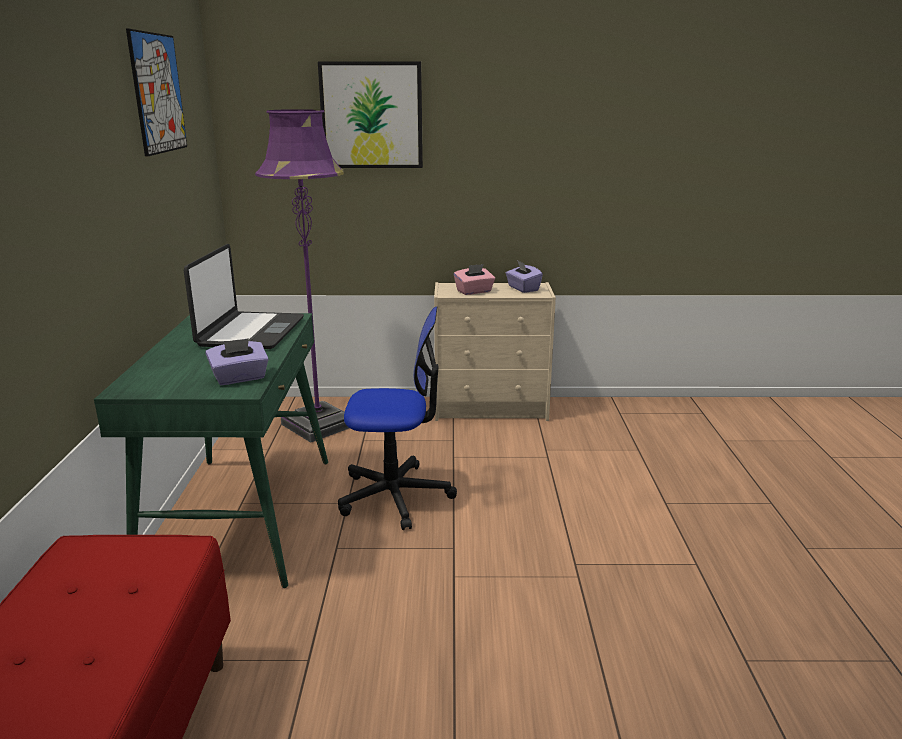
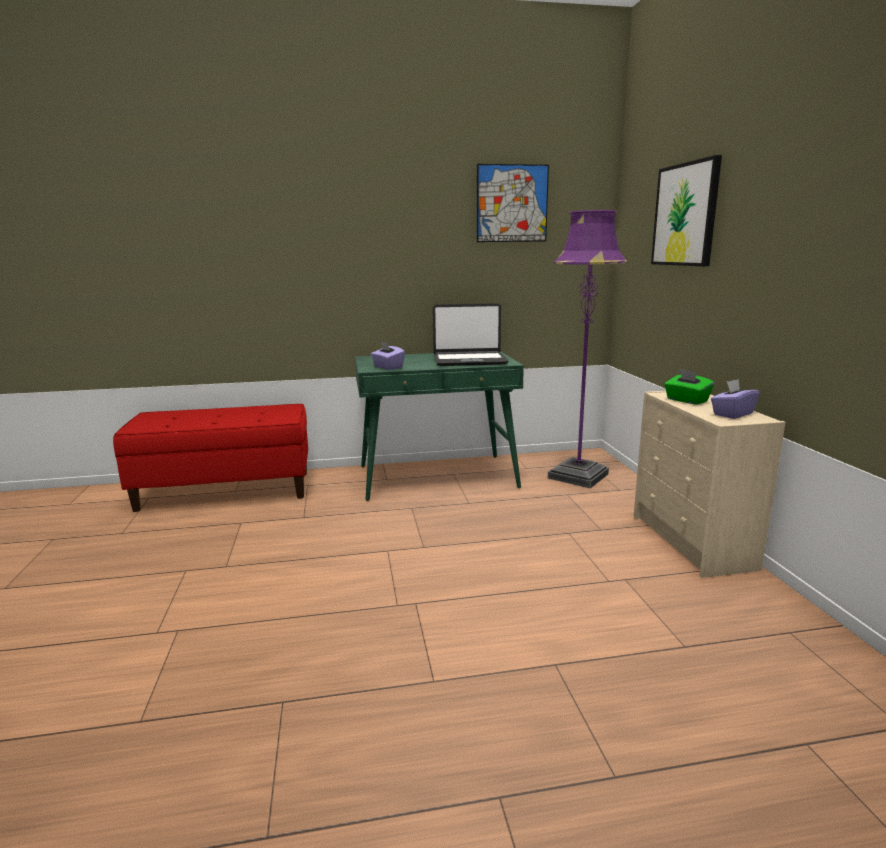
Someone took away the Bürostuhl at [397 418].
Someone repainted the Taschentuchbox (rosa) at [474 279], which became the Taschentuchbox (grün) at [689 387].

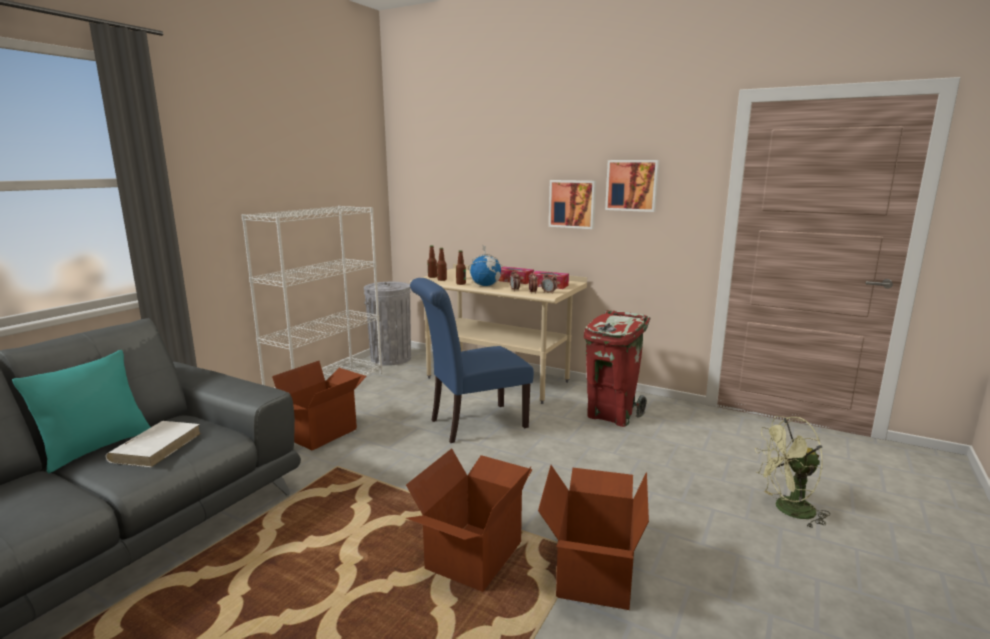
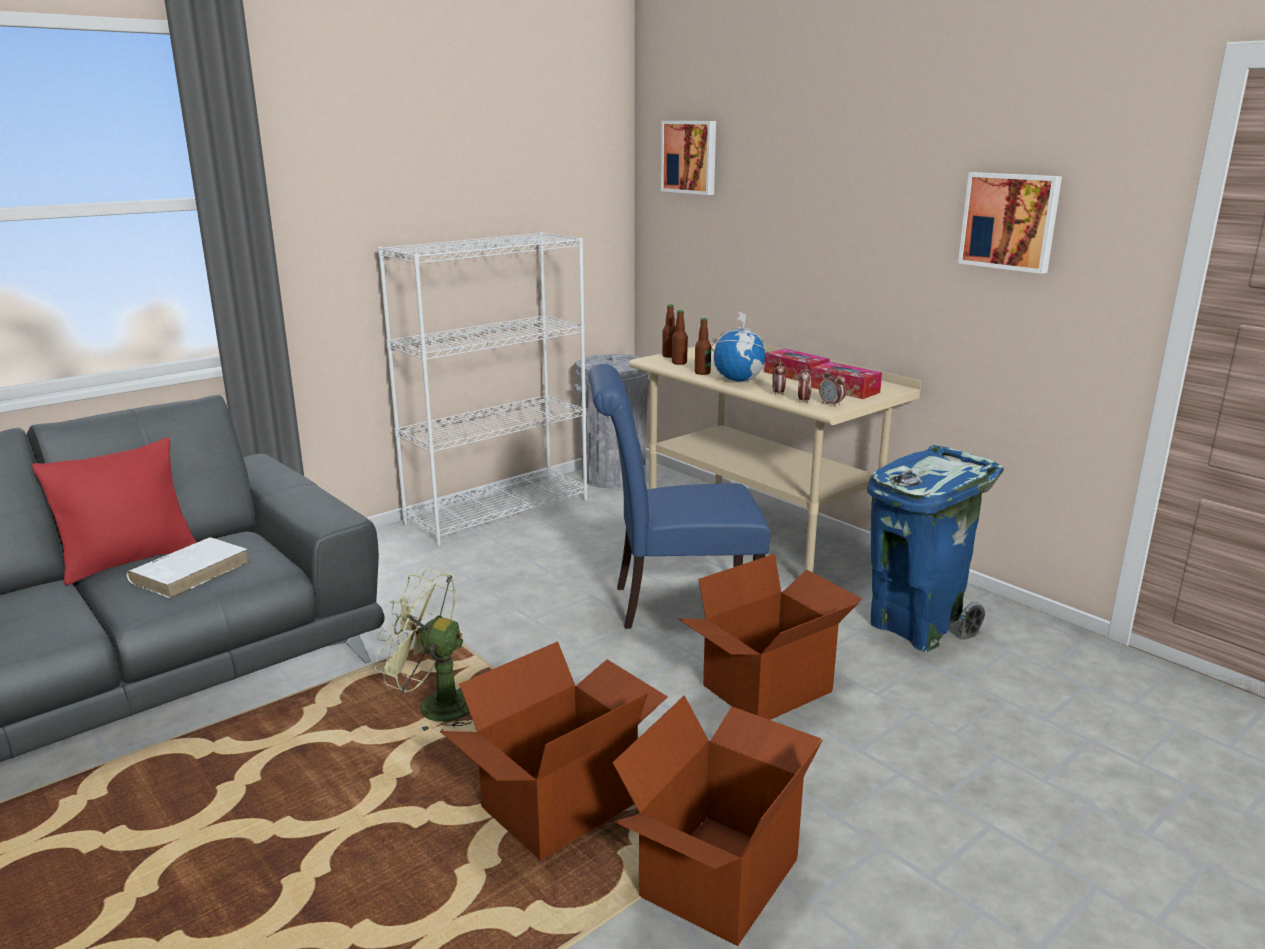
Someone repainted the Kissen (türkis) at [81 411], which became the Kissen (rot) at [114 511].
Someone carried the Karton from [319 406] to [770 637].
Someone carried the Bild from [572 204] to [688 158].
Someone repainted the Mülleimer (rot) at [617 369], which became the Mülleimer (blau) at [935 548].
Someone carried the Ventilator (grün) from [792 472] to [423 650].

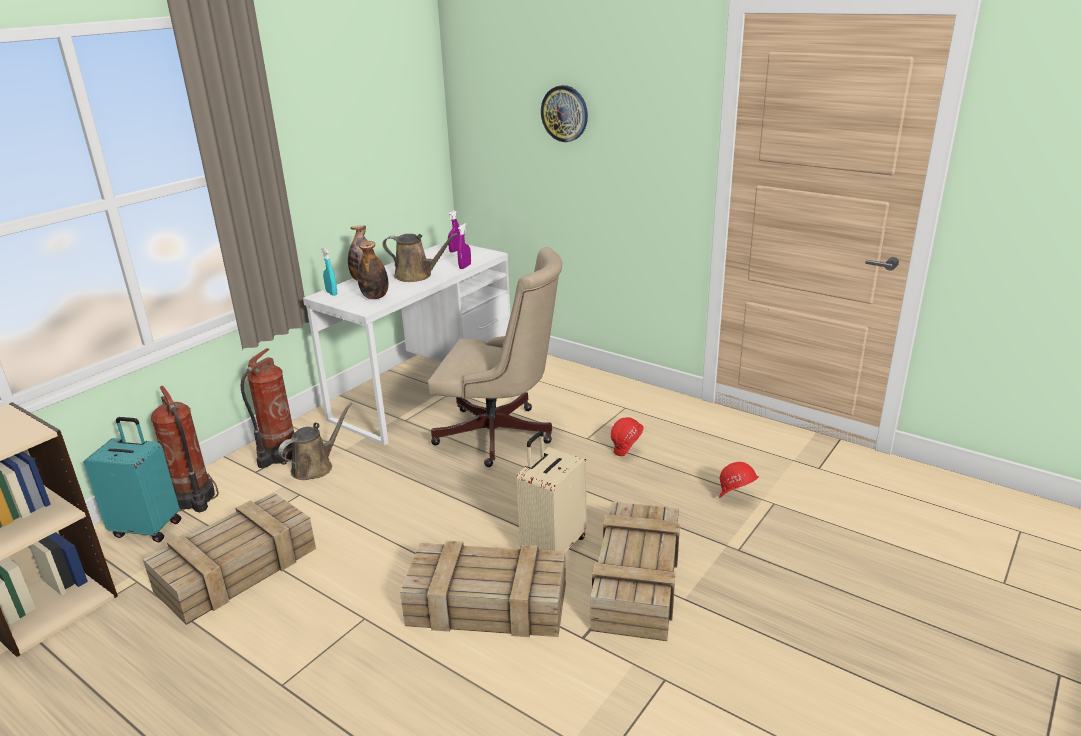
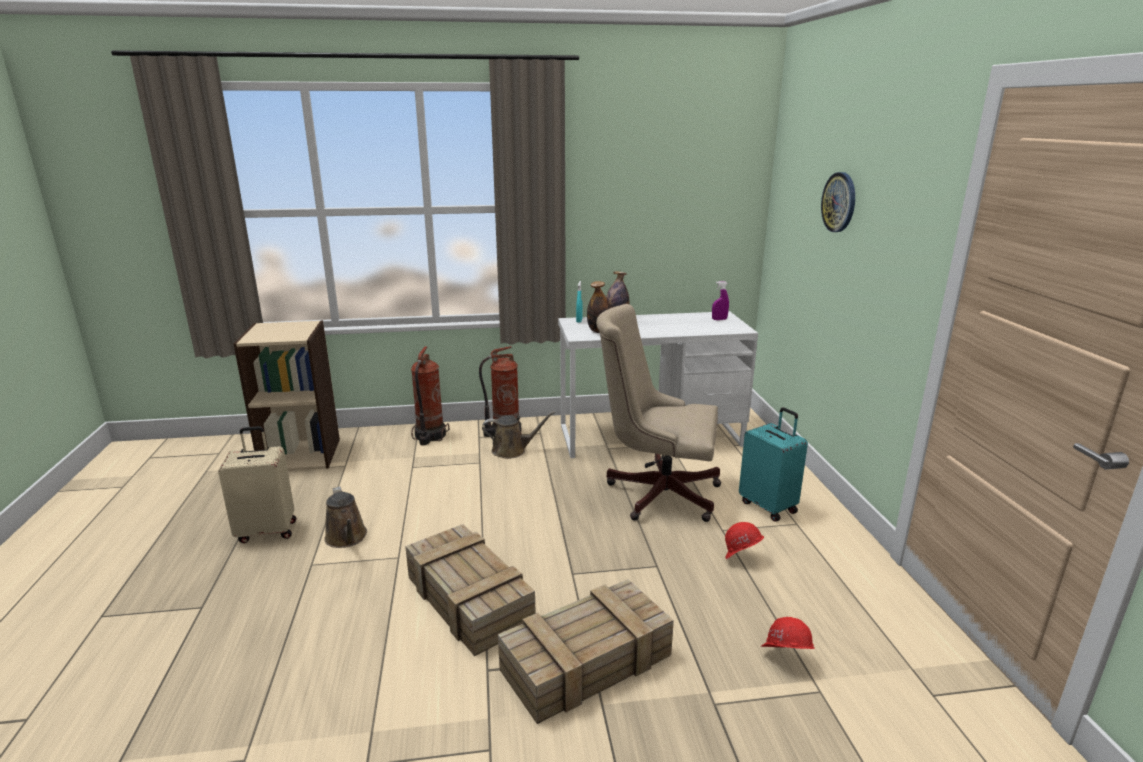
Someone carried the Koffer (türkis) from [132 479] to [773 464].
Someone took away the Kiste at [229 558].
Someone carried the Gießkanne (braun) from [420 257] to [345 517].
Someone rotated the Bürostuhl (beige) at [494 357] by 135 degrees clockwise.
Someone took away the Sprühflasche (lila) at [464 246].
Someone carried the Koffer (beige) from [551 492] to [257 484].

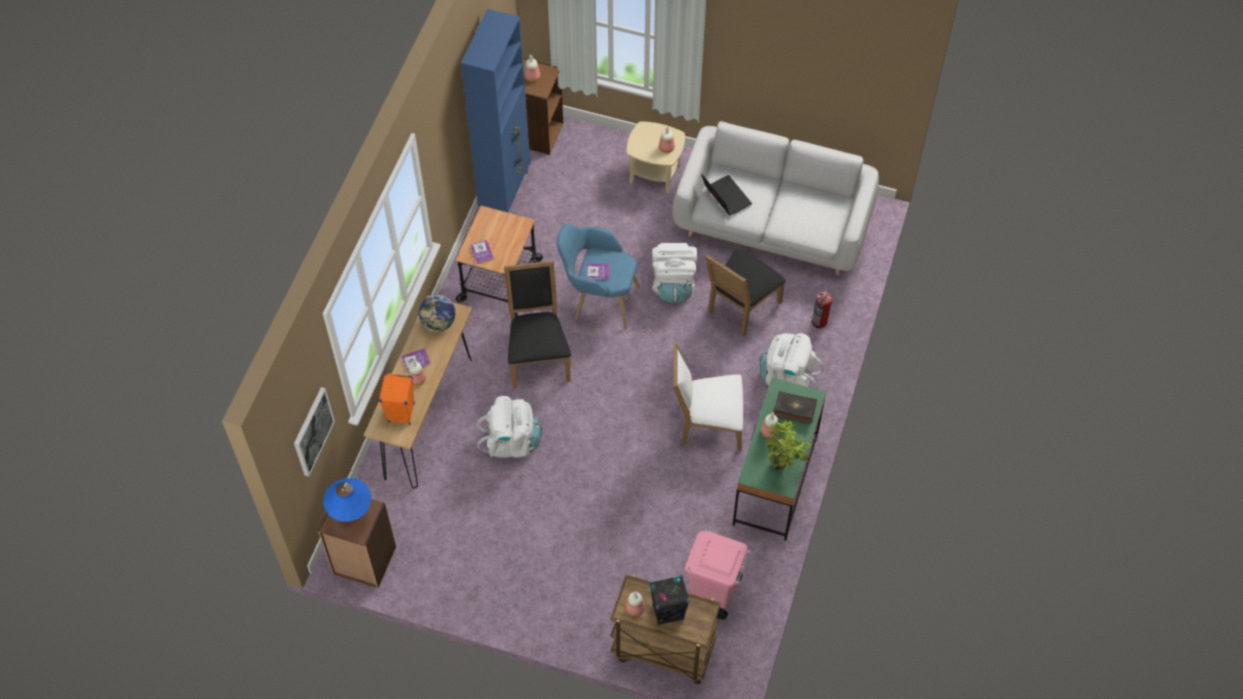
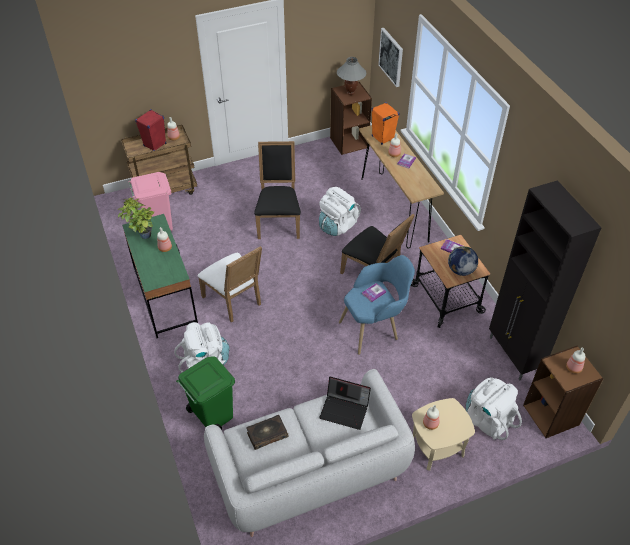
Someone repainted the Tischlampe (blau) at [347 500], which became the Tischlampe (grau) at [351 76].
Someone carried the Globus from [437 313] to [463 261].
Someone repainted the Schrank (blau) at [495 110], which became the Schrank (schwarz) at [545 280].
Someone repainted the Lautsprecher (schwarz) at [669 600], which became the Lautsprecher (rot) at [150 130].
Someone carried the Rucksack (weiß) from [674 273] to [494 408].
Someone rotated the Stuhl (weiß) at [708 397] by 90 degrees clockwise.
Someone carried the Stuhl (schwarz) from [745 293] to [277 190].
Someone carried the Buch from [795 407] to [267 432].
Someone swapped the Feuerlöscher at [822 308] for the Mülleimer (grün) at [205 393].

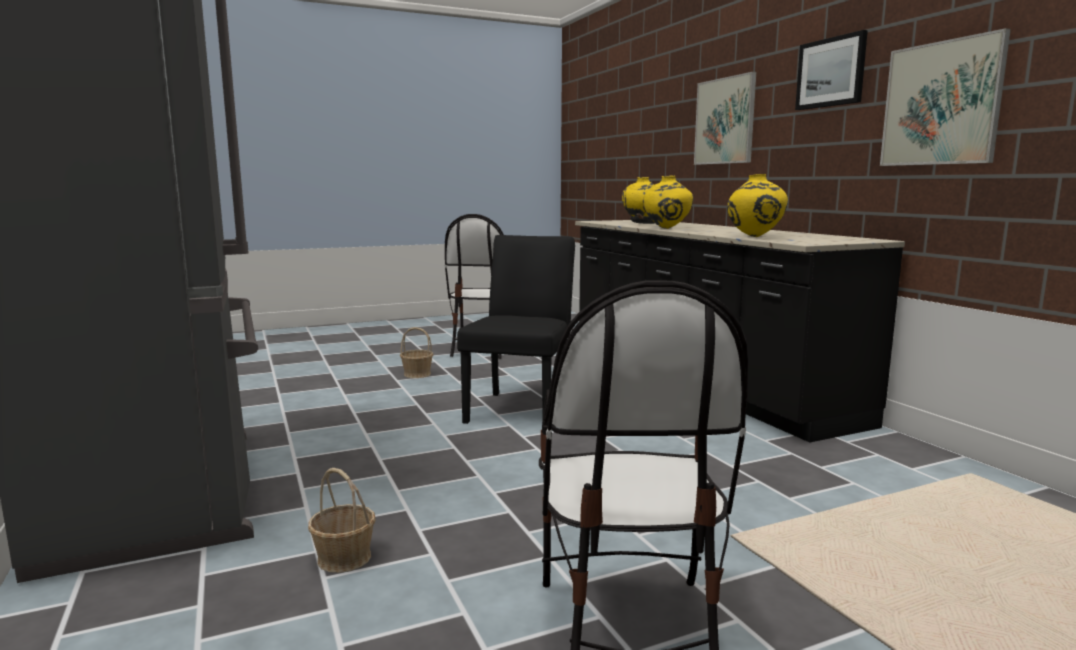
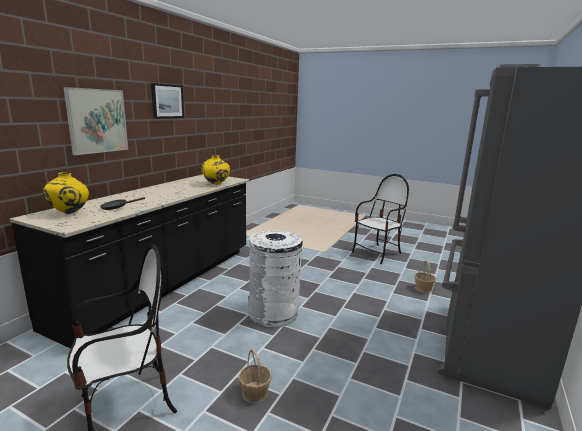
Someone swapped the Stuhl (schwarz) at [516 330] for the Mülleimer (weiß) at [275 278].
Someone took away the Vase (gelb) at [668 202].
Someone took away the Bild at [945 97].

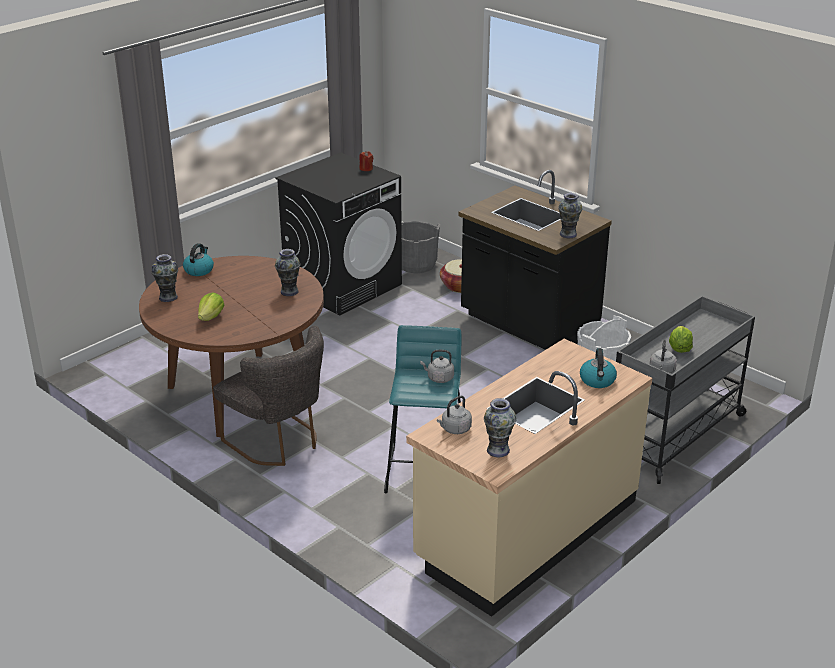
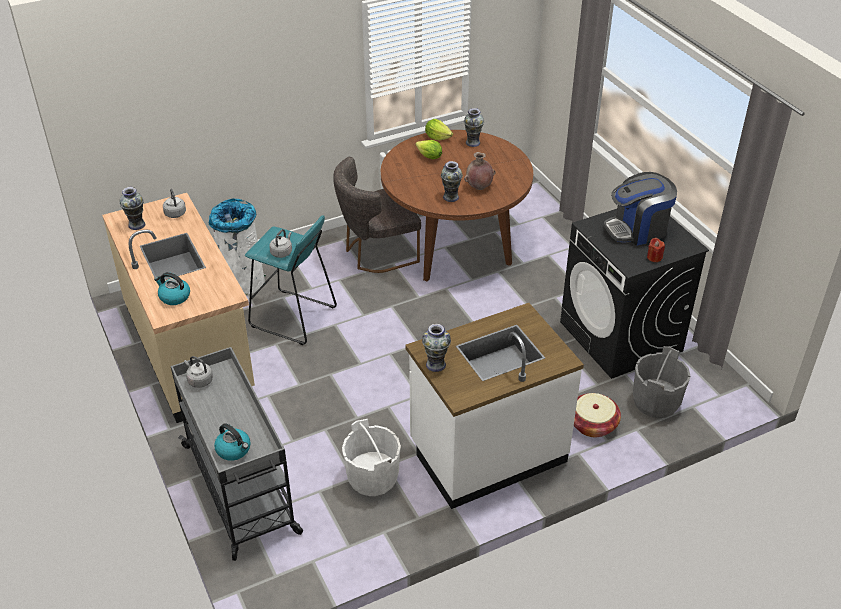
Someone carried the Wasserkessel from [198 259] to [232 442].
Someone repainted the Küchenzeile (schwarz) at [535 260], which became the Küchenzeile (weiß) at [494 406].
Someone carried the Salatkopf from [681 339] to [439 129].
Someone put down the Mülleimer (weiß) at [237 246].
Someone put down the Vase (braun) at [480 171].
Someone put down the Kaffeemaschine at [640 208].

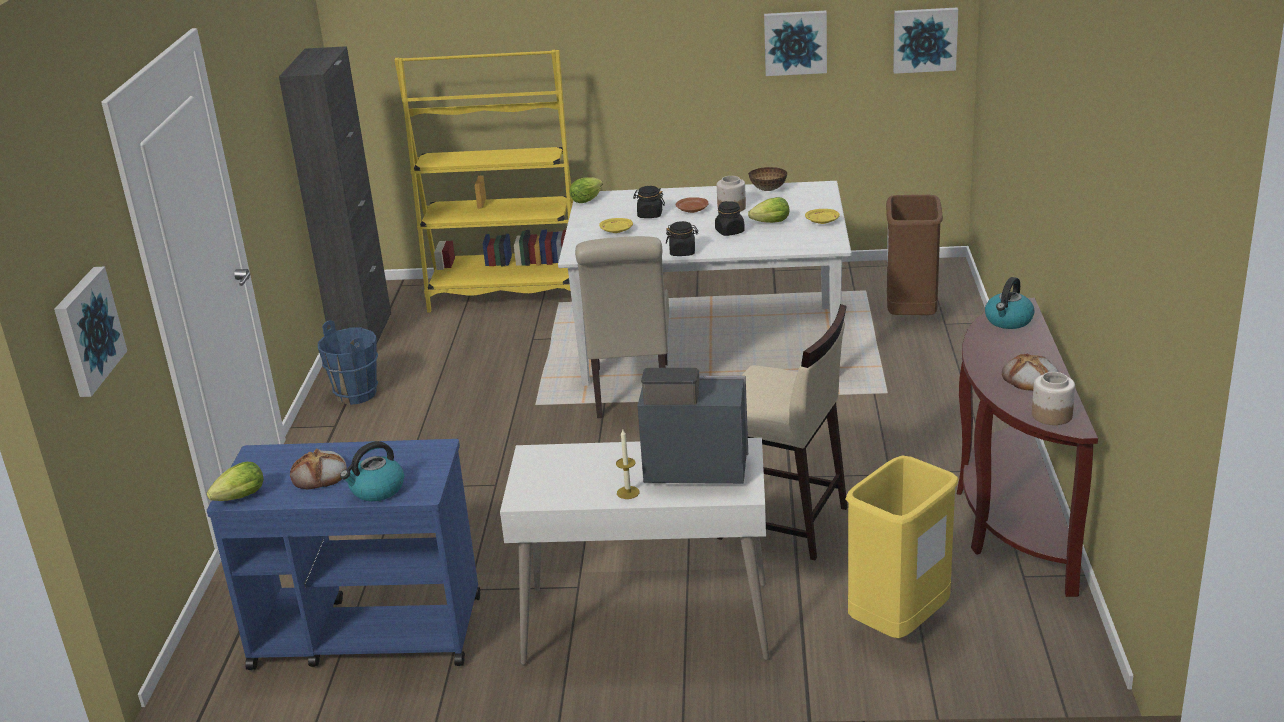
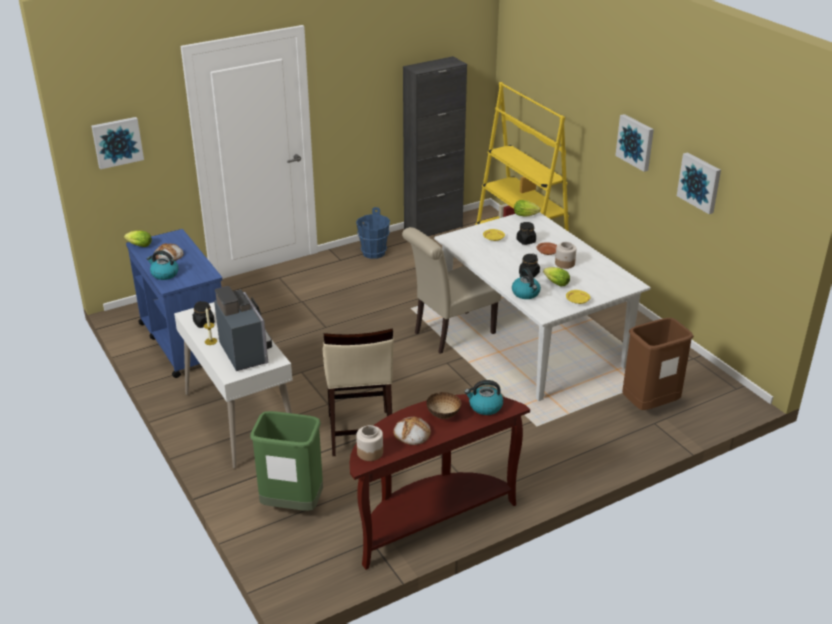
Someone carried the Vorratsglas (schwarz) from [682 238] to [204 314].
Someone carried the Schüssel from [767 179] to [444 405].
Someone repainted the Mülleimer (gelb) at [902 547], which became the Mülleimer (grün) at [286 461].
Someone carried the Bild from [925 41] to [634 143].
Someone put down the Wasserkessel at [526 283].

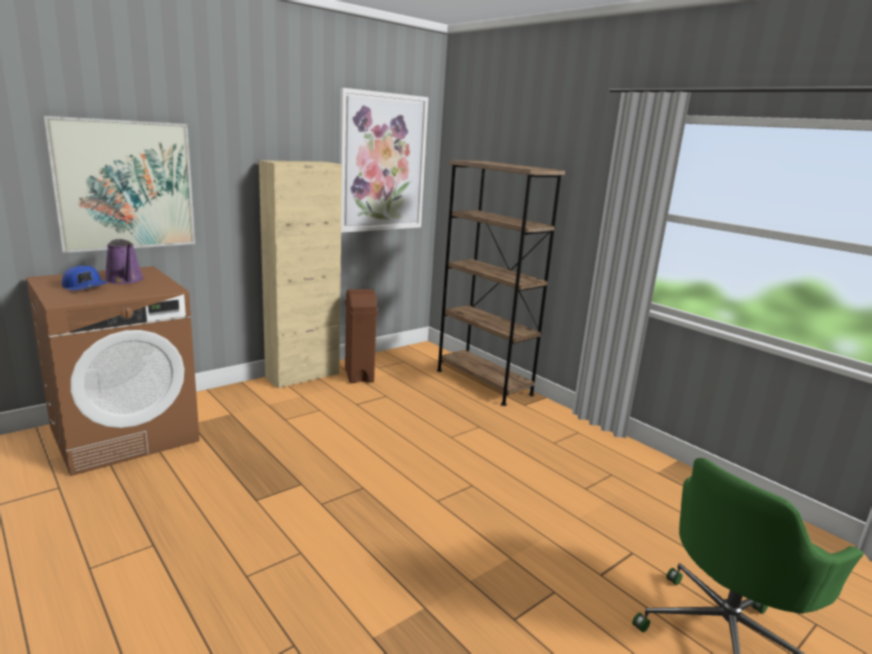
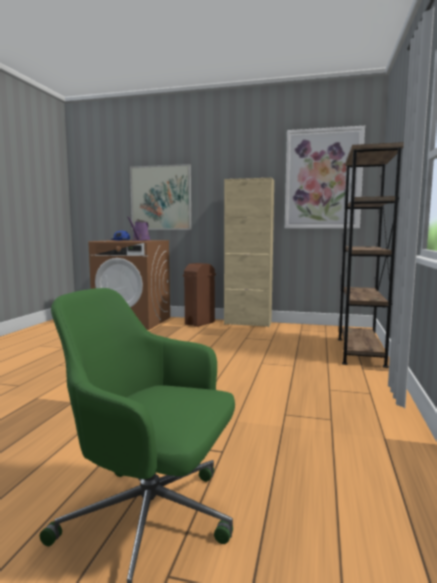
Someone carried the Mülleimer (braun) from [361 336] to [199 295].

